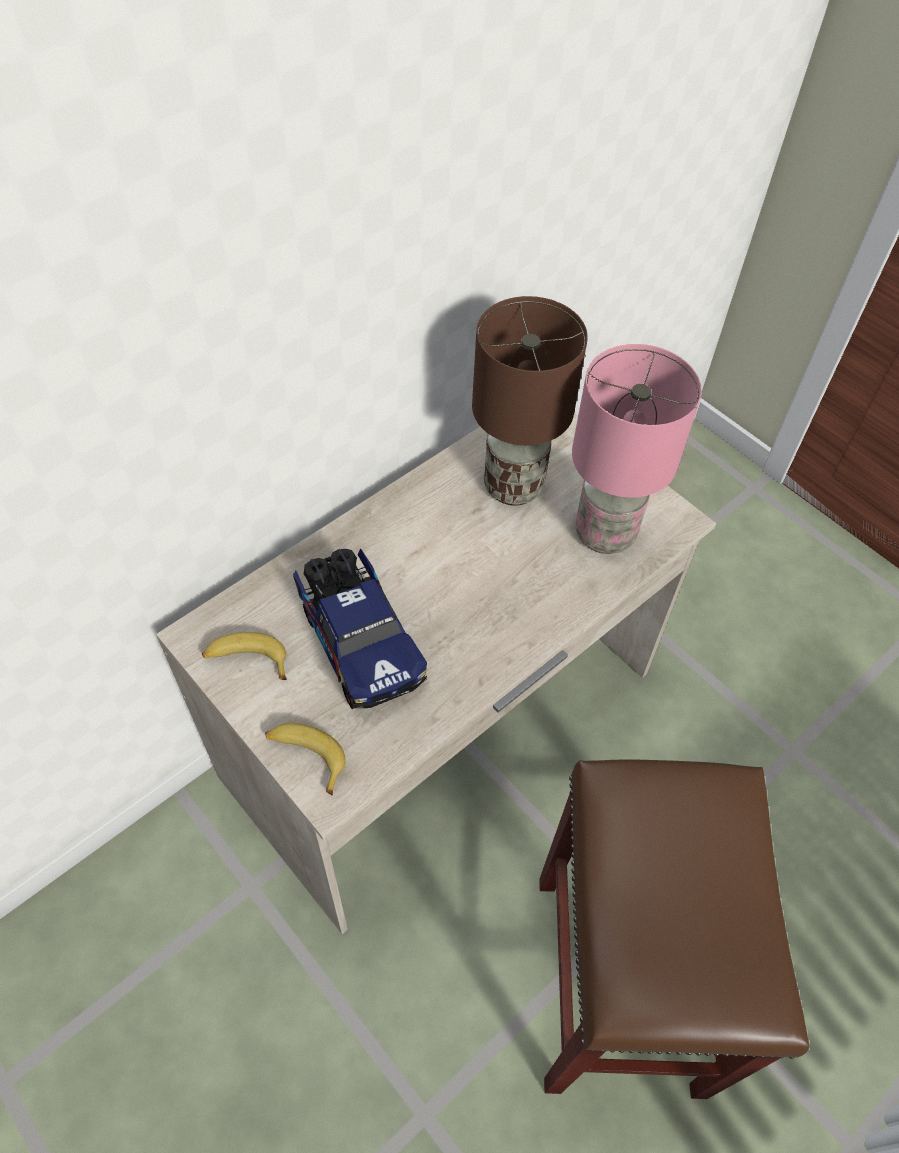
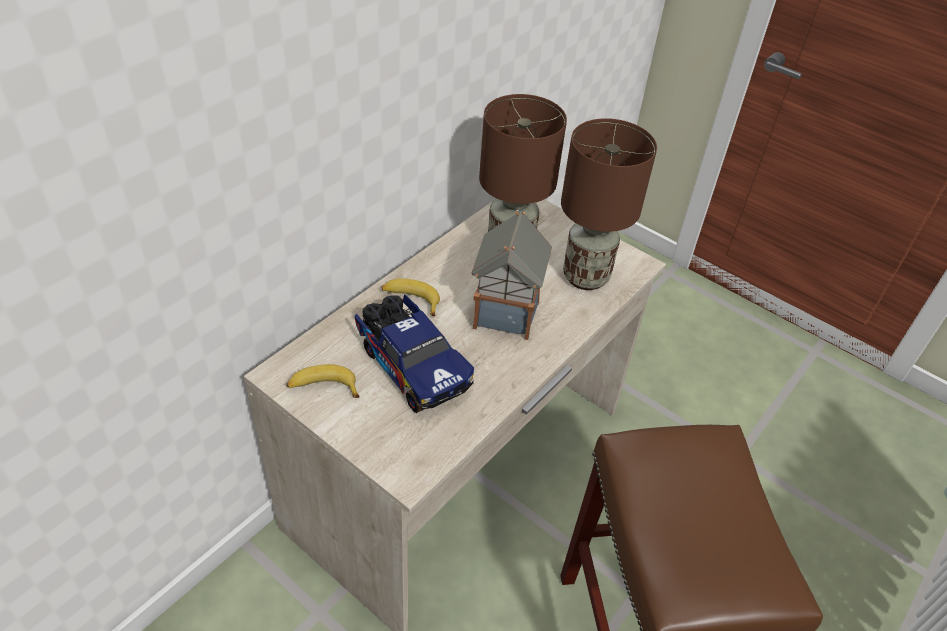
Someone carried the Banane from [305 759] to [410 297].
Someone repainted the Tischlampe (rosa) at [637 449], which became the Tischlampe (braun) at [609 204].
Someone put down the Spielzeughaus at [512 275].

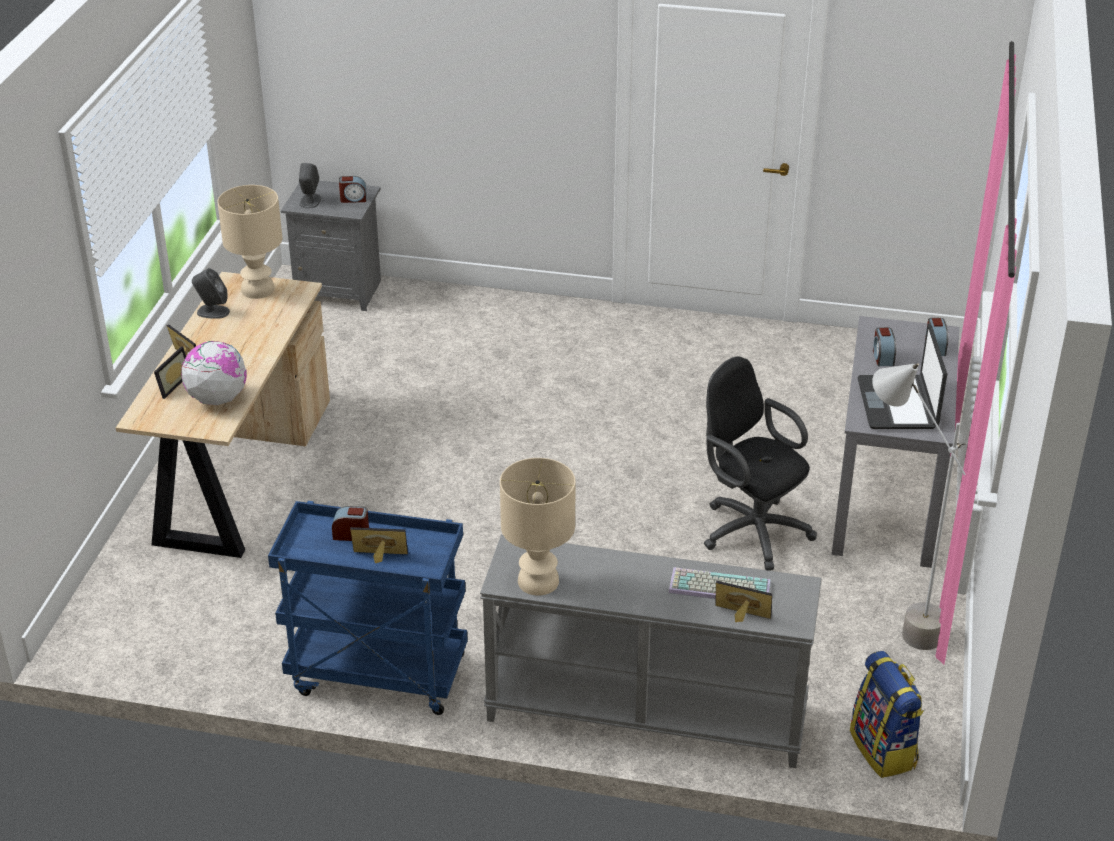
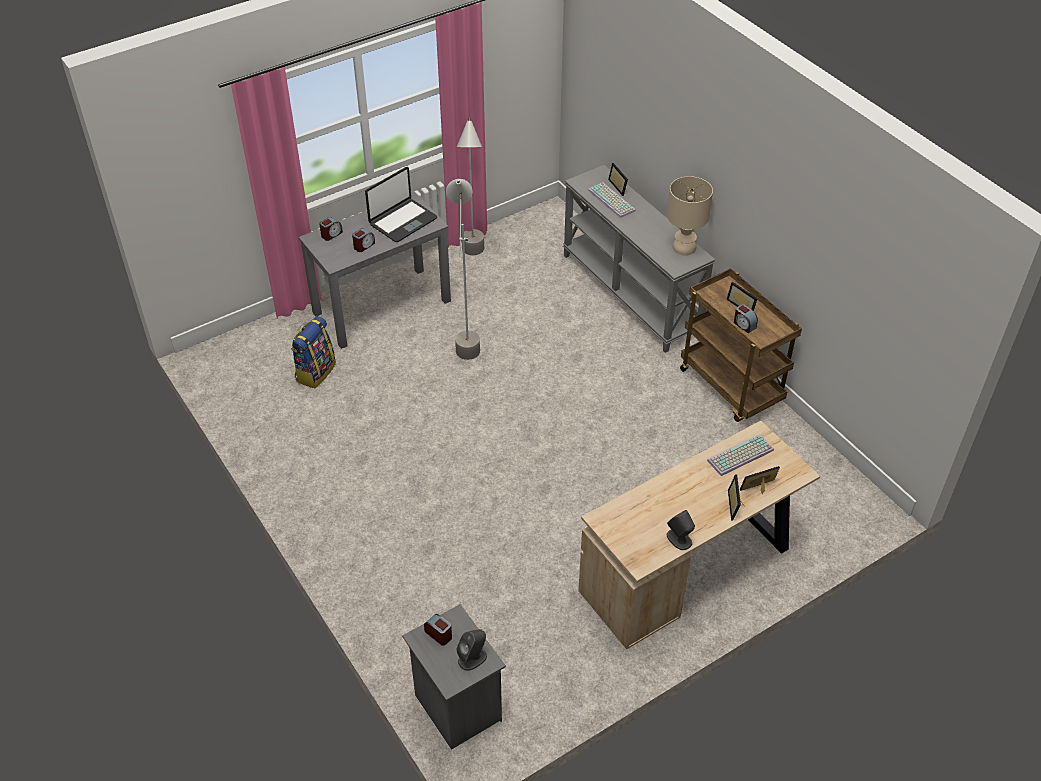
Someone swapped the Globus at [214 373] for the Tastatur at [740 455].
Someone took away the Tischlampe (beige) at [249 242].
Someone repainted the Rollwagen (blau) at [368 608], which became the Rollwagen (braun) at [741 345].
Someone swapped the Bürostuhl (schwarz) at [760 463] for the Stehlampe (grau) at [463 269].
Someone carried the Rucksack from [887 714] to [313 352].

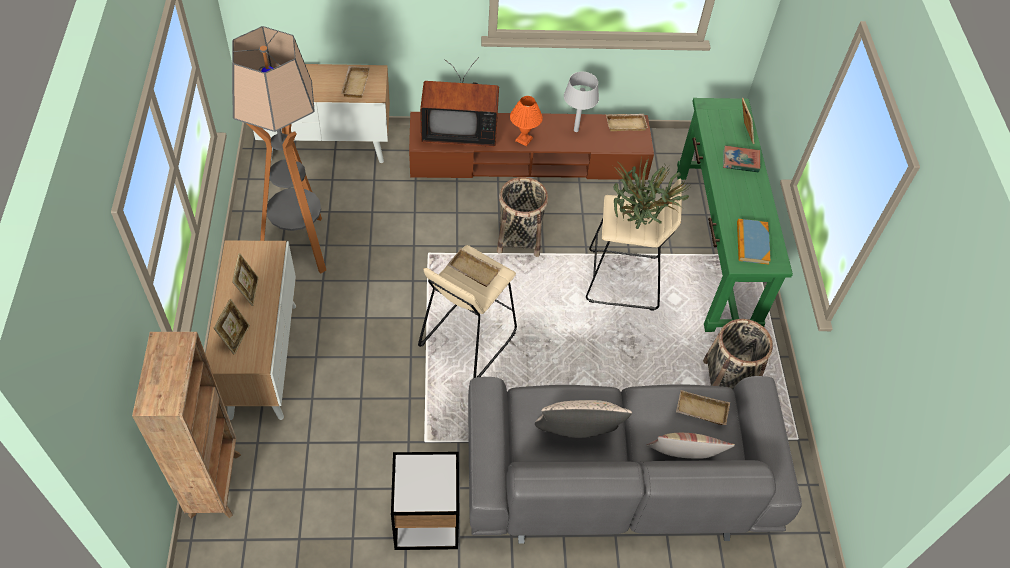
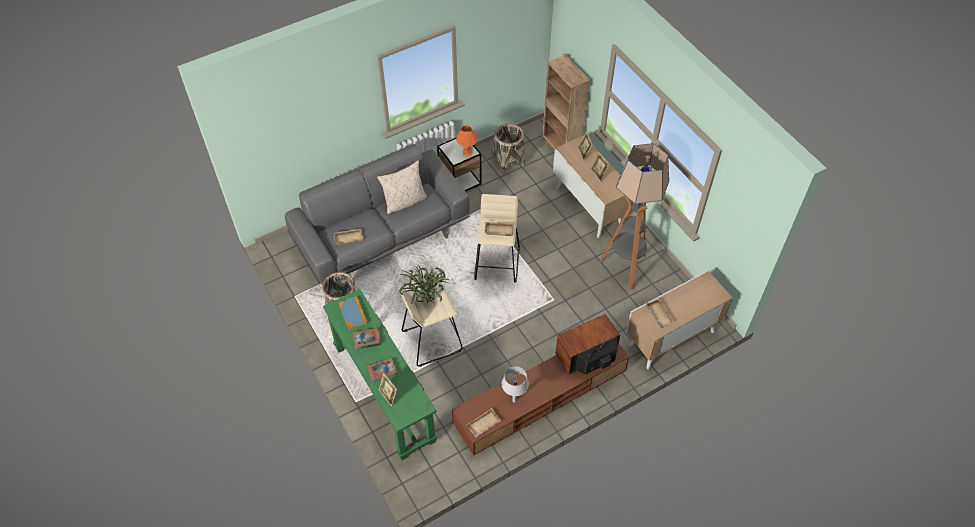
Someone carried the Korb from [522 217] to [508 148].
Someone carried the Tischlampe (orange) from [526 121] to [466 140].
Someone took away the Kissen at [690 446].
Someone put down the Buch at [367 339].

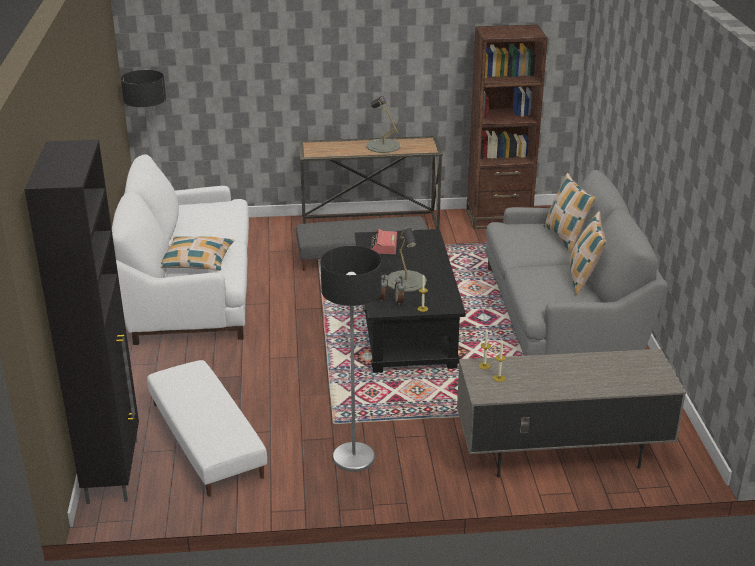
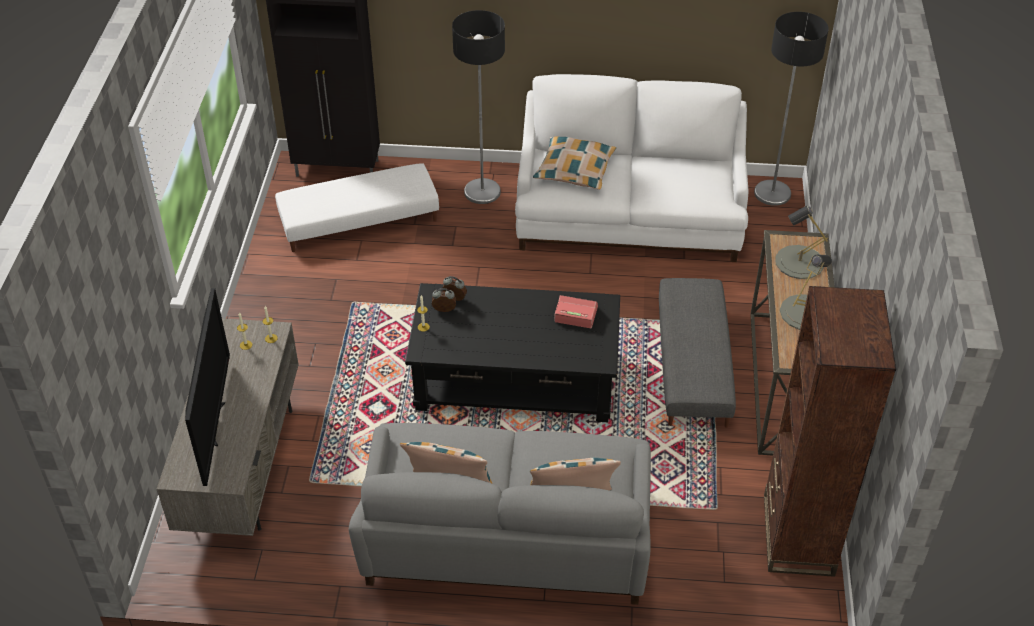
Someone carried the Stehlampe from [351 359] to [478 107].
Someone carried the Tischlampe (grau) from [407 259] to [801 242].
Someone put down the Fernseher at [207 387].

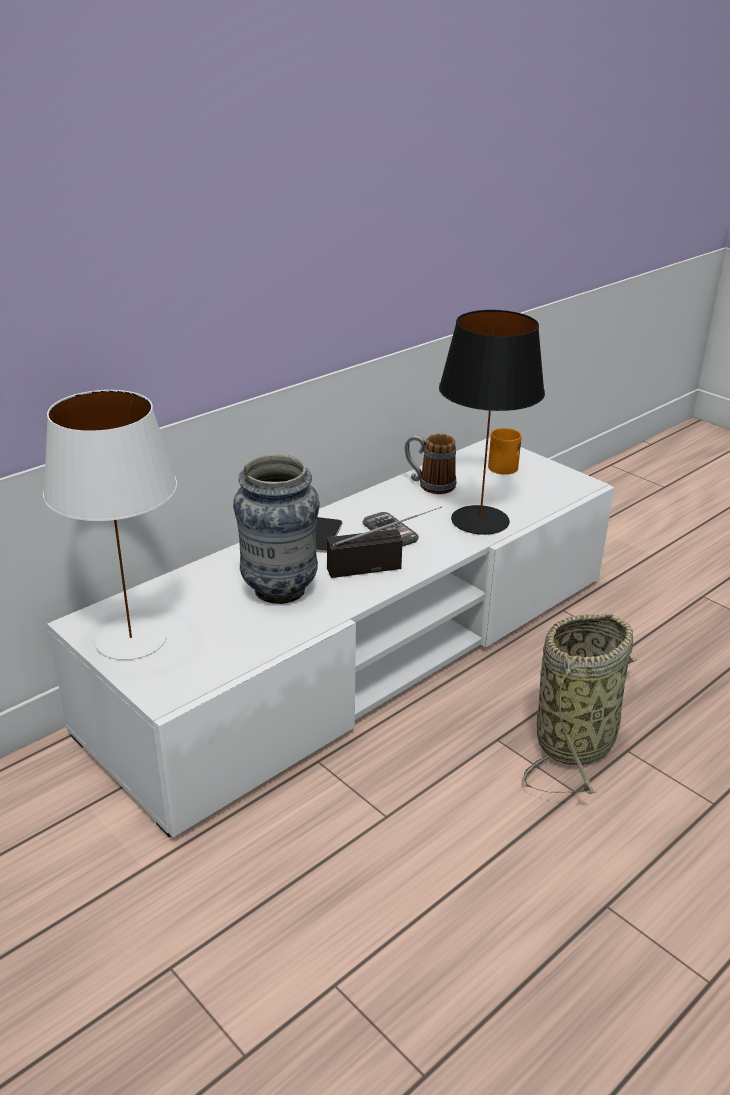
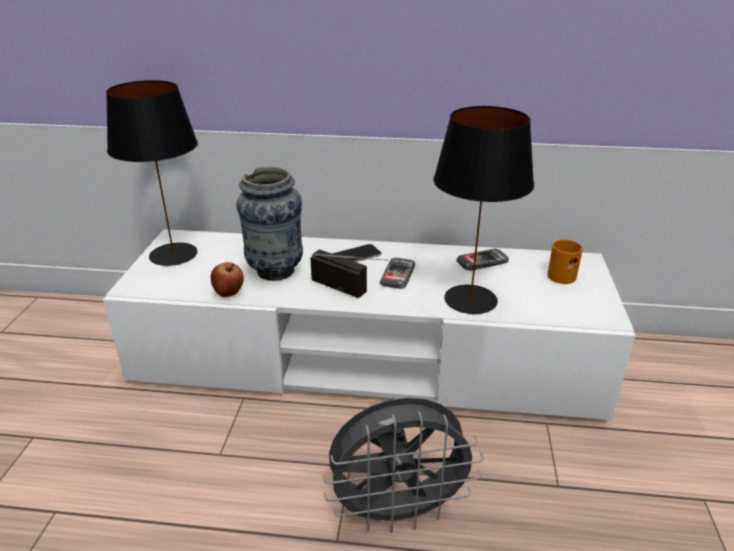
Someone repainted the Tischlampe (weiß) at [110 525], which became the Tischlampe (schwarz) at [152 173].
Someone swapped the Henkelbecher at [430 464] for the Handy at [483 260].
Someone swapped the Korb at [580 704] for the Ventilator (grau) at [403 465].
Someone put down the Apfel at [227 279].

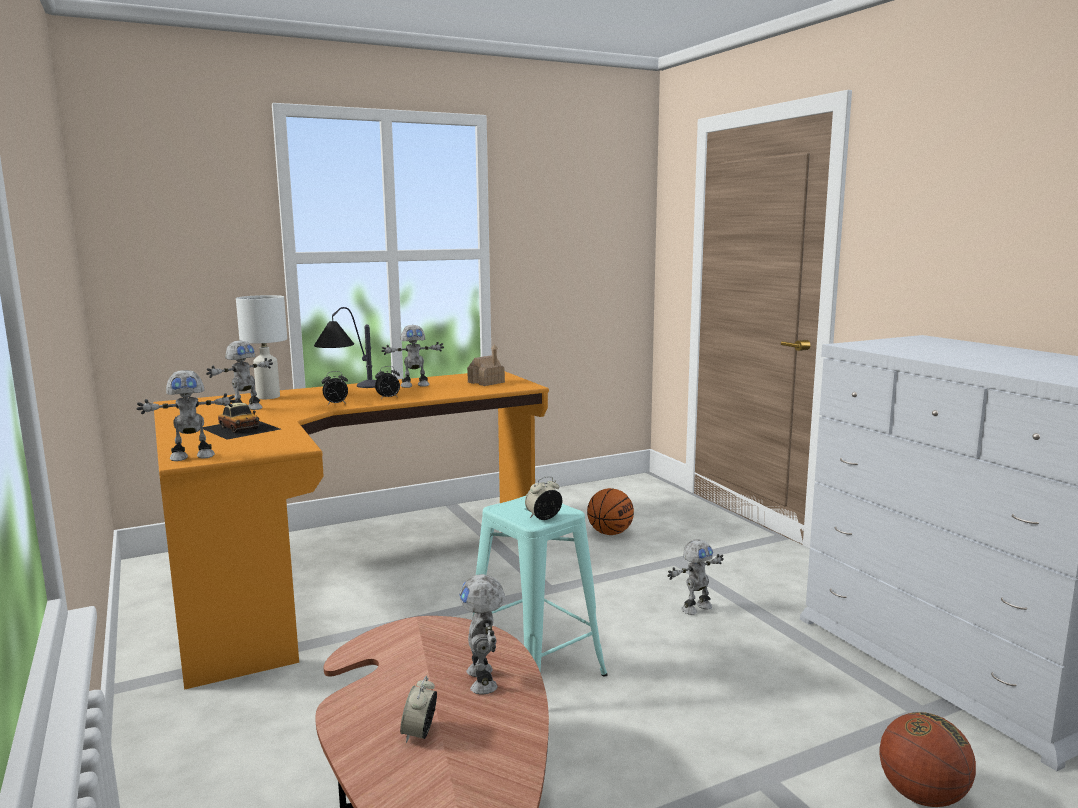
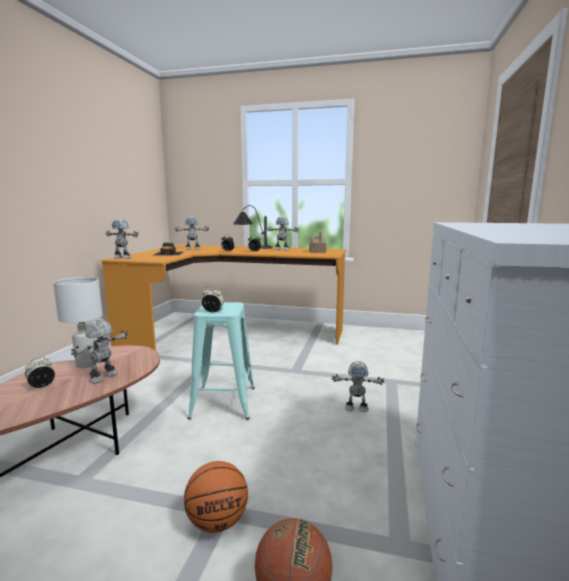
Someone carried the Tischlampe (weiß) from [261 347] to [78 322].
Someone carried the Basketball from [610 511] to [216 497].

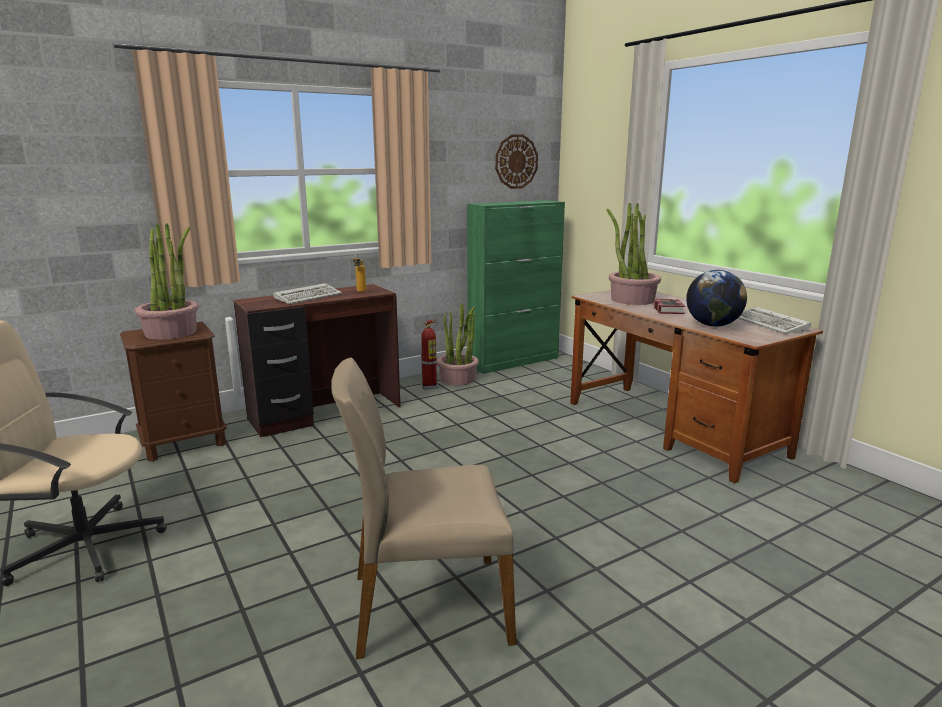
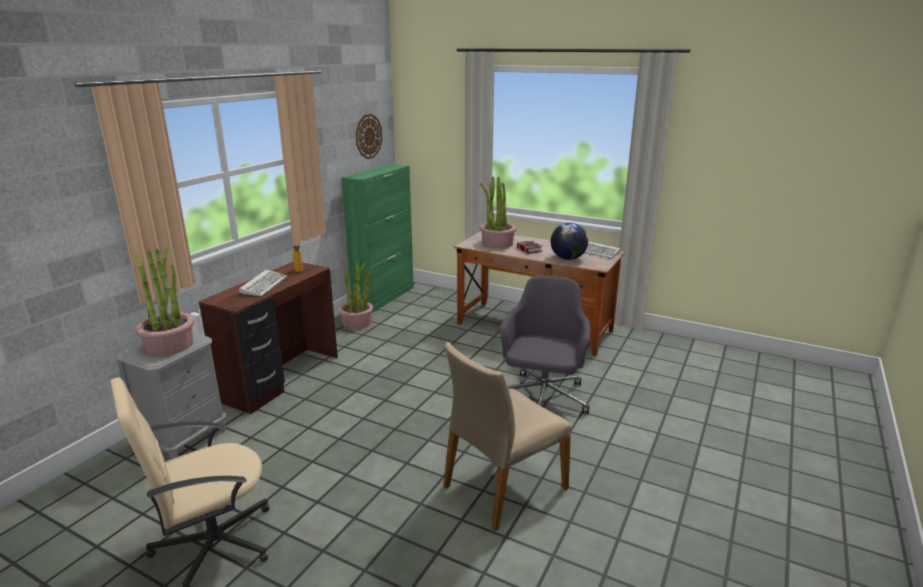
Someone repainted the Nachttisch (braun) at [173 392], which became the Nachttisch (grau) at [170 396].
Someone took away the Feuerlöscher at [429 354].
Someone put down the Bürostuhl (grau) at [545 344].

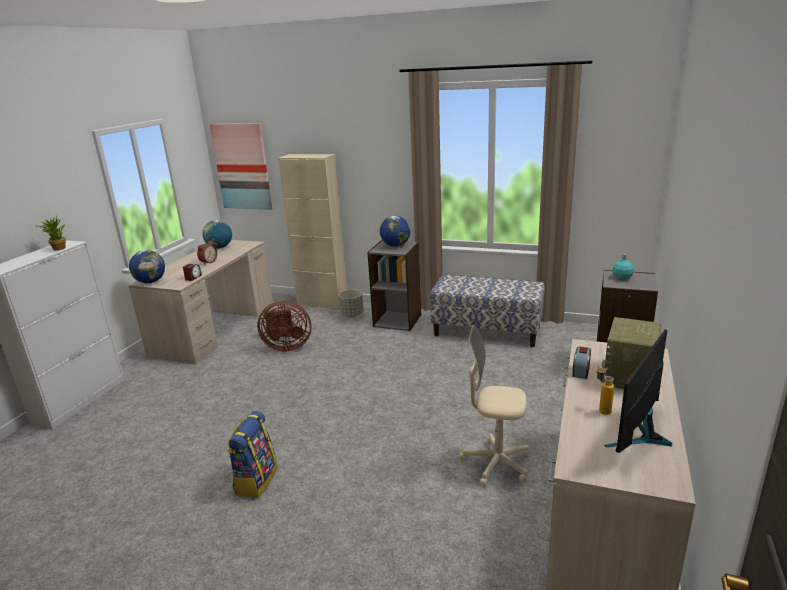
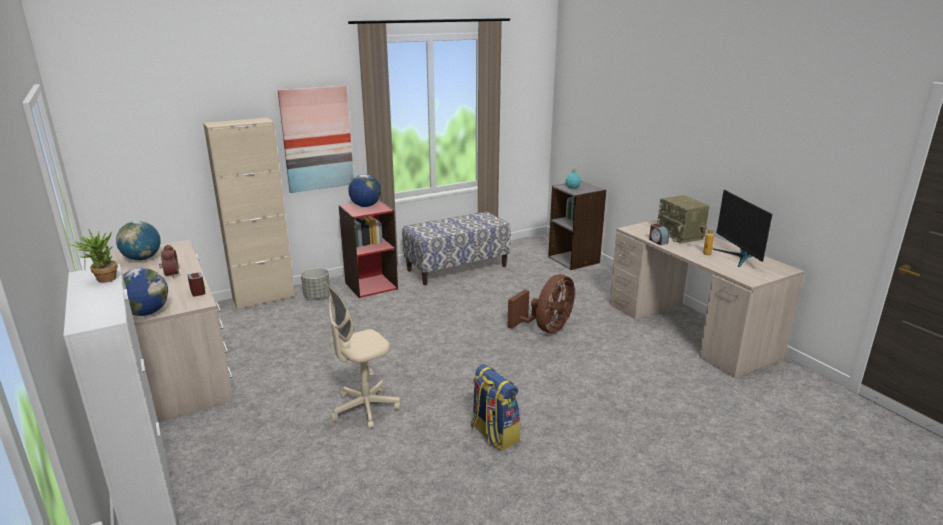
Someone carried the Bild from [241 166] to [316 139].
Someone carried the Ventilator (braun) from [284 326] to [541 303].
Someone repainted the Bücherregal (grau) at [394 285], which became the Bücherregal (rot) at [368 249].
Someone carried the Bürostuhl (beige) from [494 406] to [362 355].

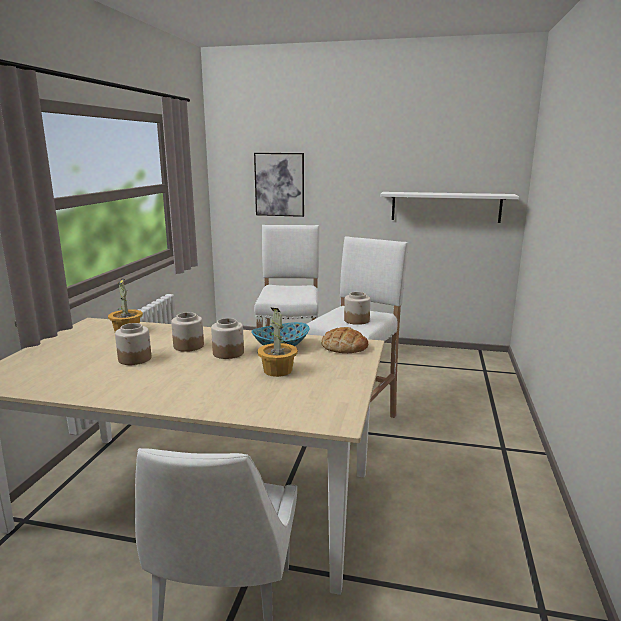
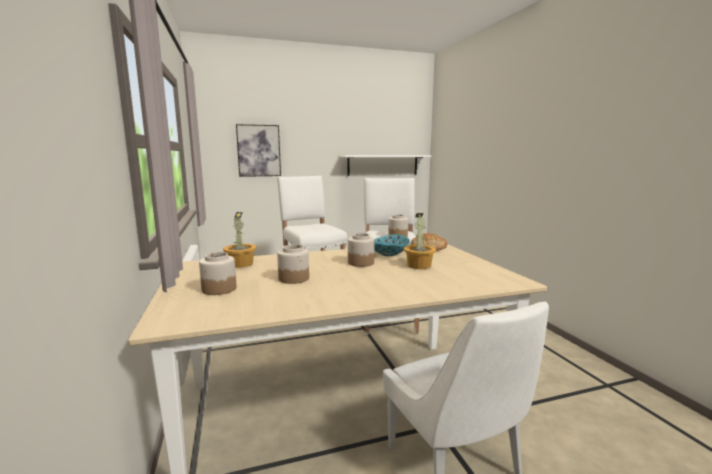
Someone carried the Vorratsglas from [187 332] to [218 273].

